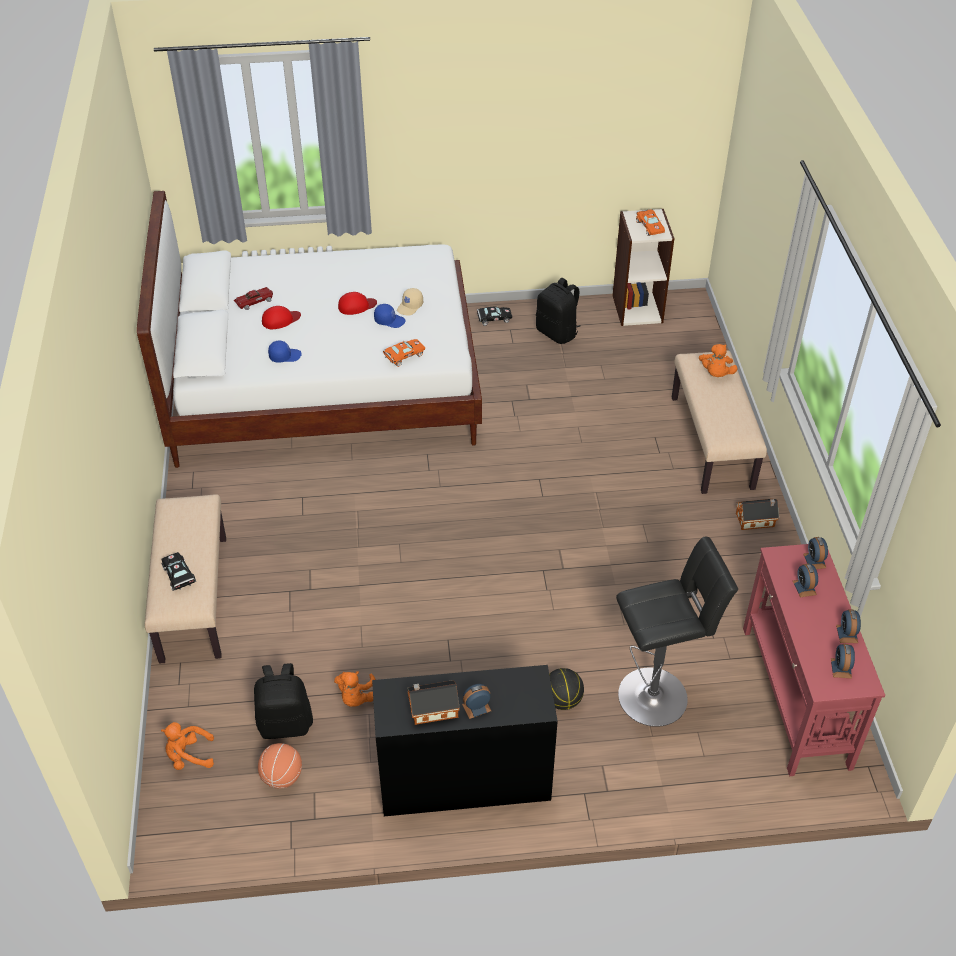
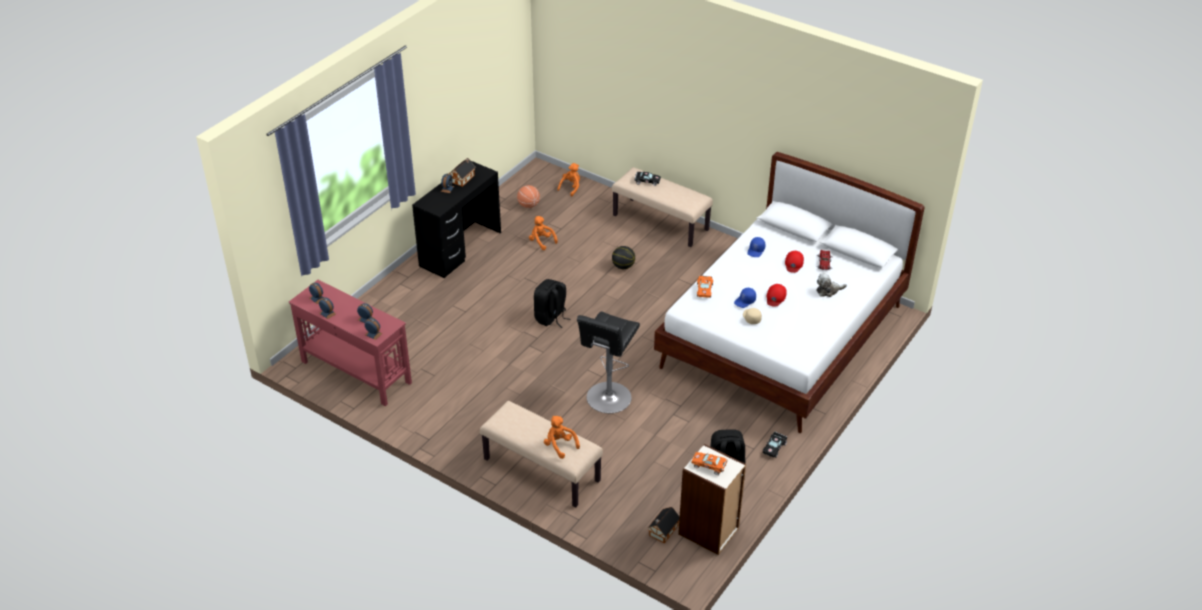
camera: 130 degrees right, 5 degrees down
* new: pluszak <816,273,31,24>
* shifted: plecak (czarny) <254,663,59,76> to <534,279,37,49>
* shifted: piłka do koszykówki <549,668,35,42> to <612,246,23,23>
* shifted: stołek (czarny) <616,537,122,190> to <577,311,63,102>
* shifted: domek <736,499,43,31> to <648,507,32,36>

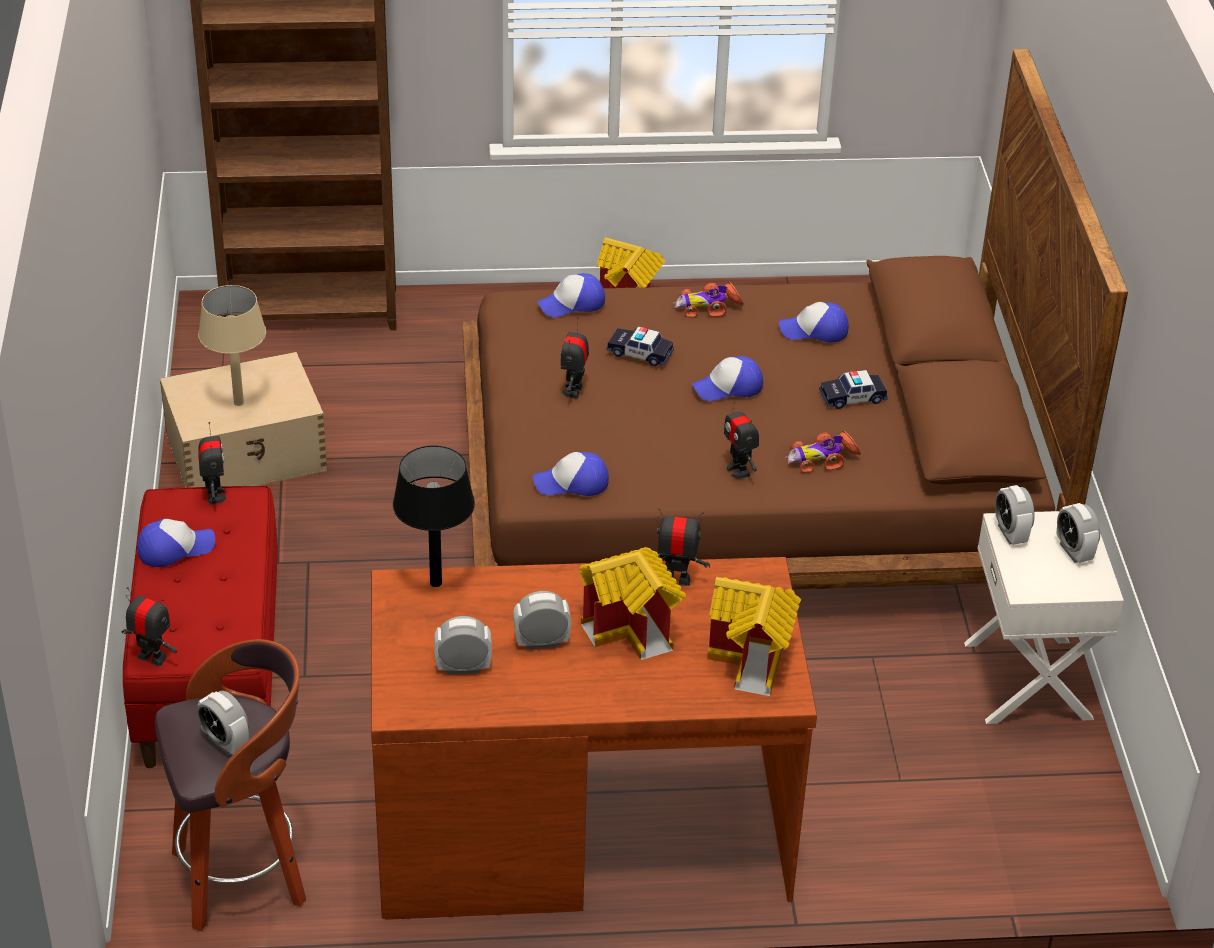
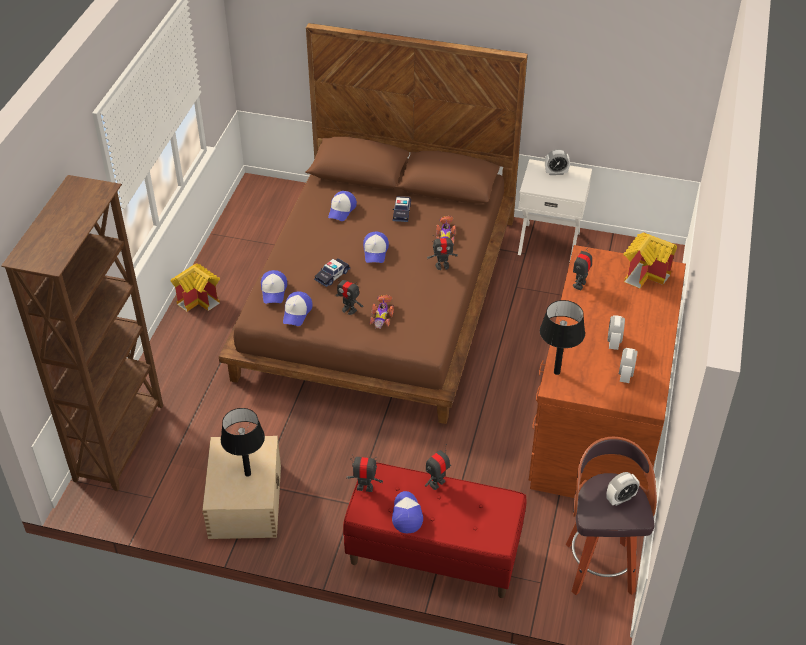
camera: 70 degrees left, 5 degrees up
* gone: domek <579,547,107,113>
* gone: budzik <995,485,40,60>
* shifted: robot zabawkowy <122,587,55,79> to <425,444,26,46>
* shifted: czapka z daszkiem <533,452,76,44> to <283,291,30,35>
* shifted: samochodzik <673,282,70,35> to <370,295,24,34>
* repainted: lampa stołowa (beżowy) <198,285,68,121> to lampa stołowa (czarny) <221,408,44,69>

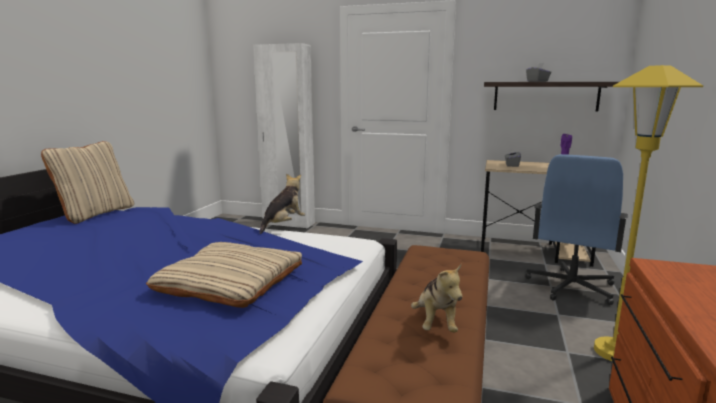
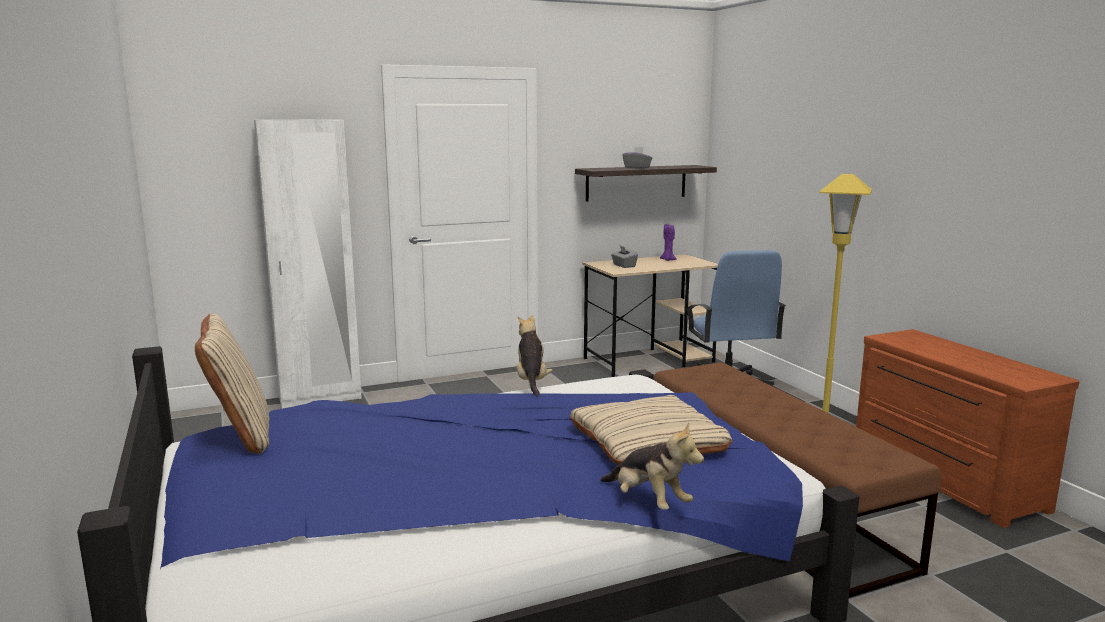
camera: 40 degrees left, 0 degrees up
* shifted: pluszak <411,264,52,69> to <600,422,104,88>

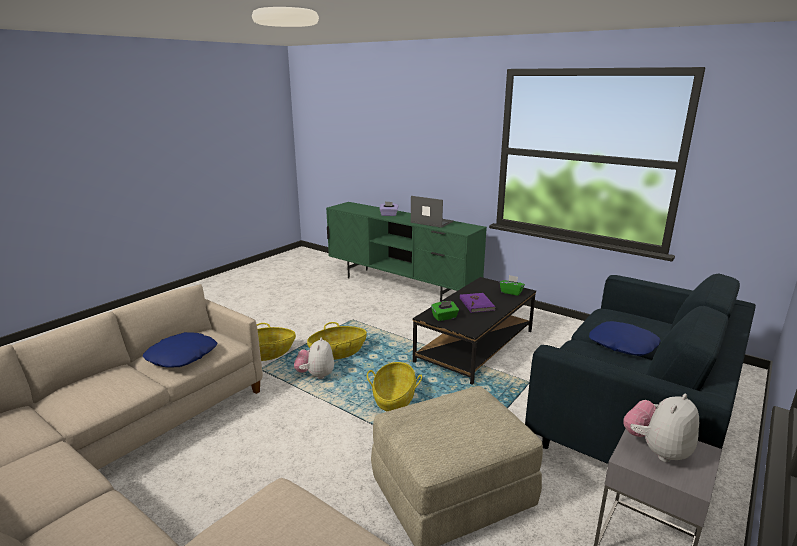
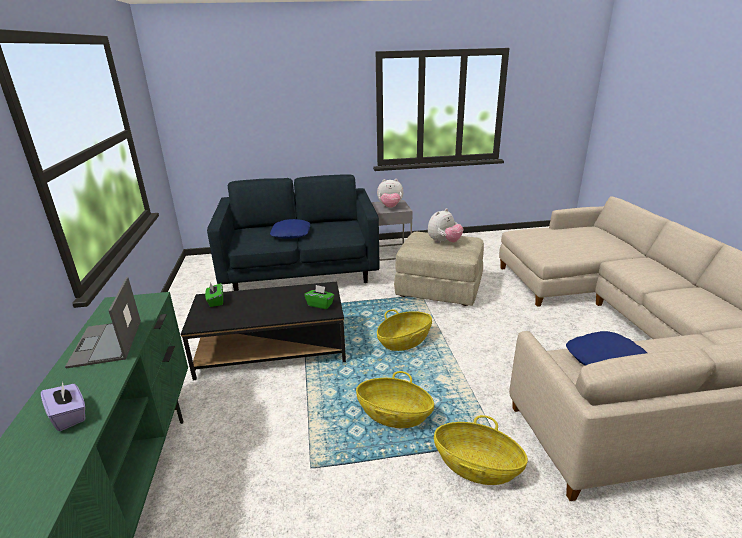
camera: 135 degrees left, 5 degrees up
* gone: książka (fioletowy) <460,293,36,20>
* shifted: pluszak <294,337,40,42> to <428,208,35,35>

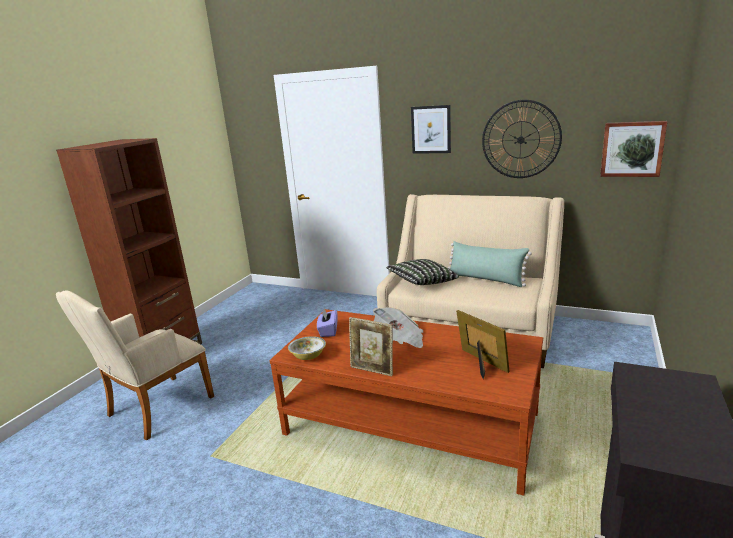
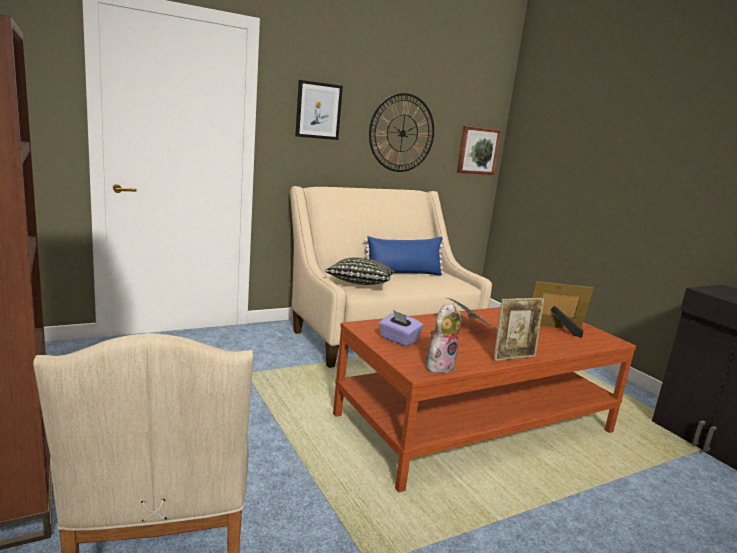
camera: 55 degrees left, 5 degrees down
* swapped: miska <288,336,38,24> to pluszak <426,303,36,70>
* repainted: poduszka (zielony) <448,241,84,46> to poduszka (niebieski) <364,236,80,40>

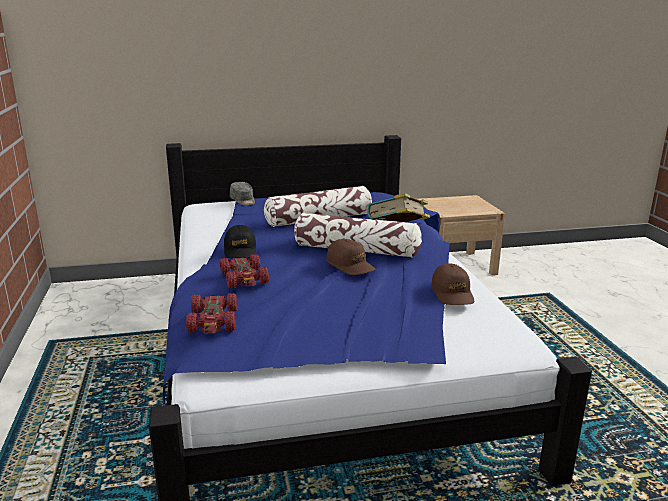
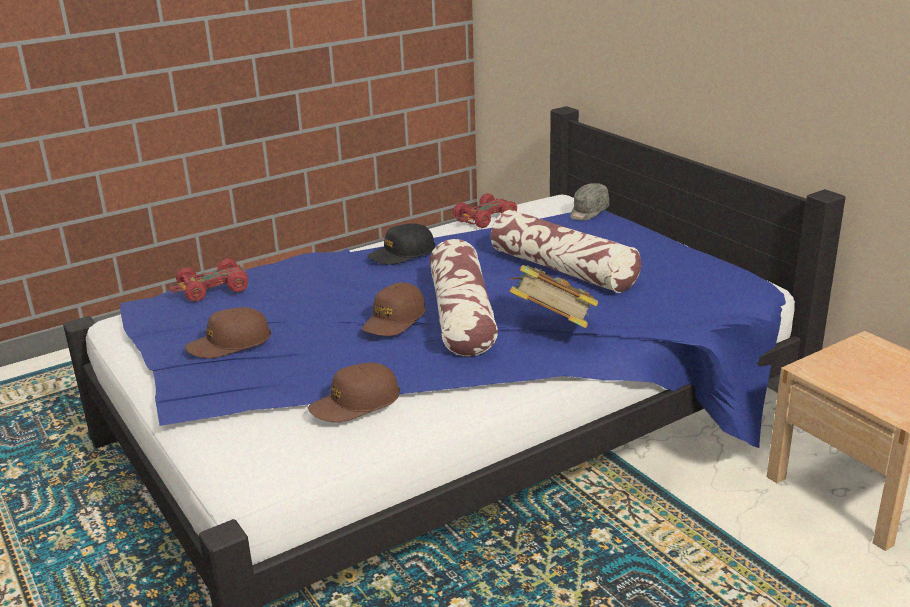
camera: 70 degrees right, 5 degrees up
* new: czapka z daszkiem (brązowy) <185,307,86,52>
* shifted: samochodzik (czerwony) <220,254,49,34> to <453,193,64,35>

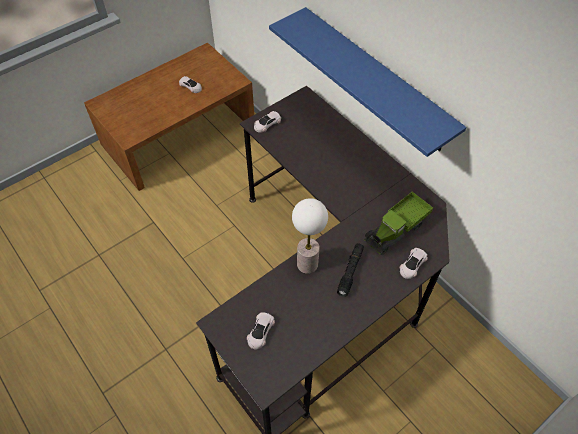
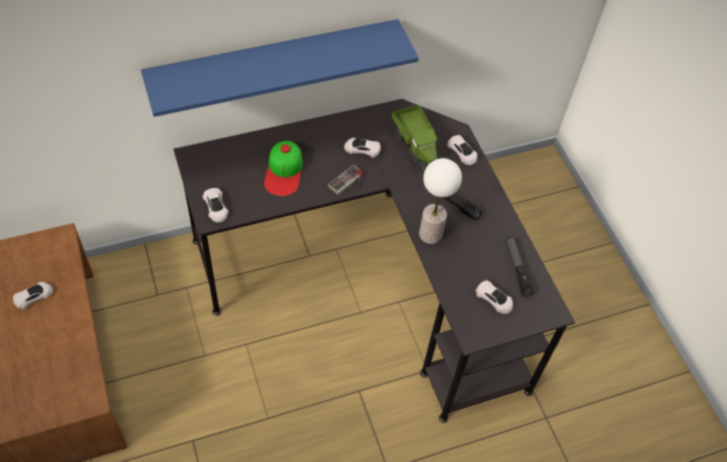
camera: 75 degrees left, 0 degrees up
* new: czapka z daszkiem <264,141,39,55>
* new: pad do gier <328,165,36,30>
* new: samochodzik (biały) <344,138,37,20>
* new: latarka <506,237,28,60>

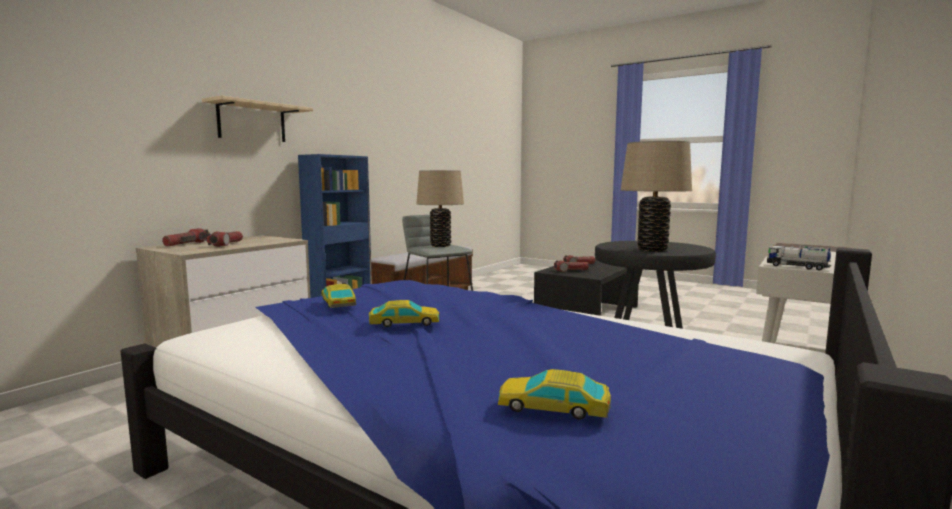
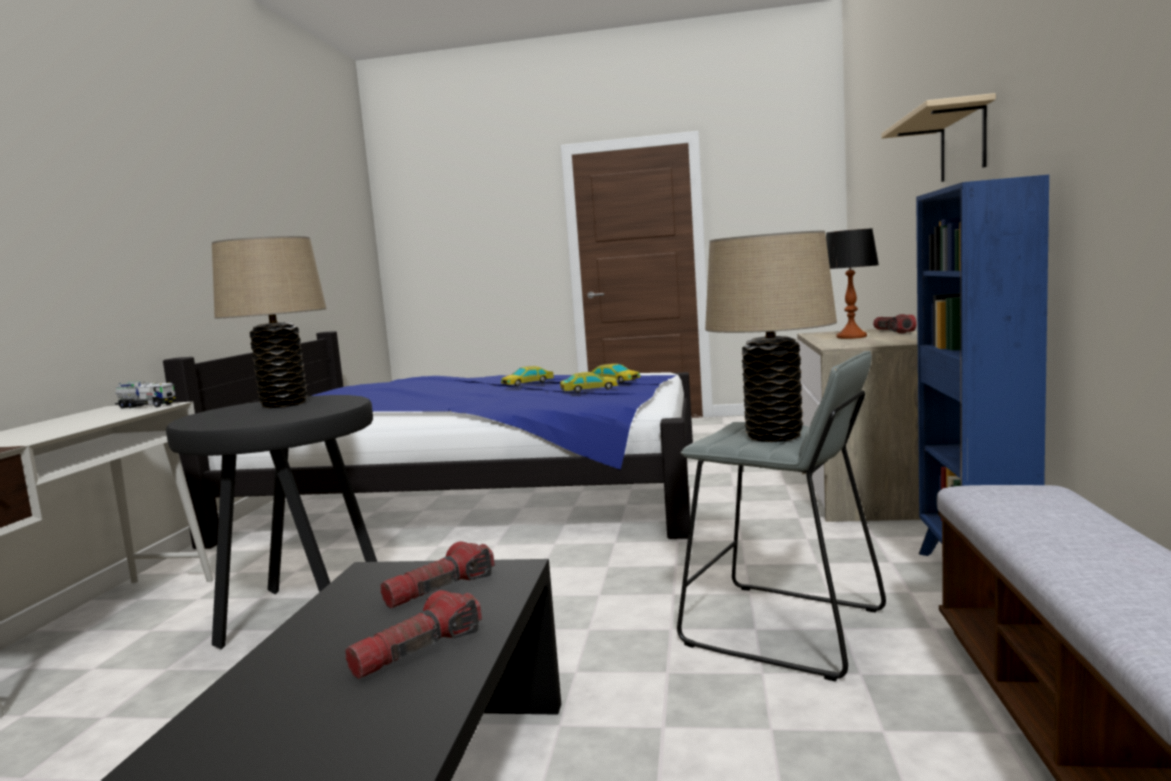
camera: 155 degrees right, 0 degrees up
* shifted: samochodzik <498,369,113,50> to <560,372,58,21>
* swapped: latarka <207,231,36,16> to lampa stołowa <826,229,53,110>

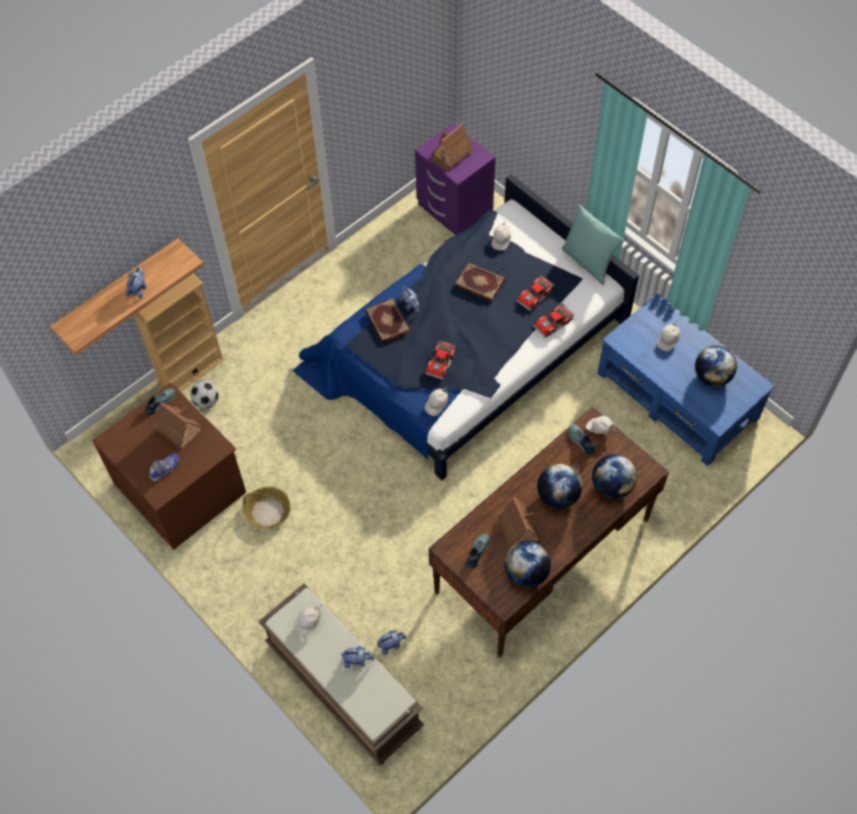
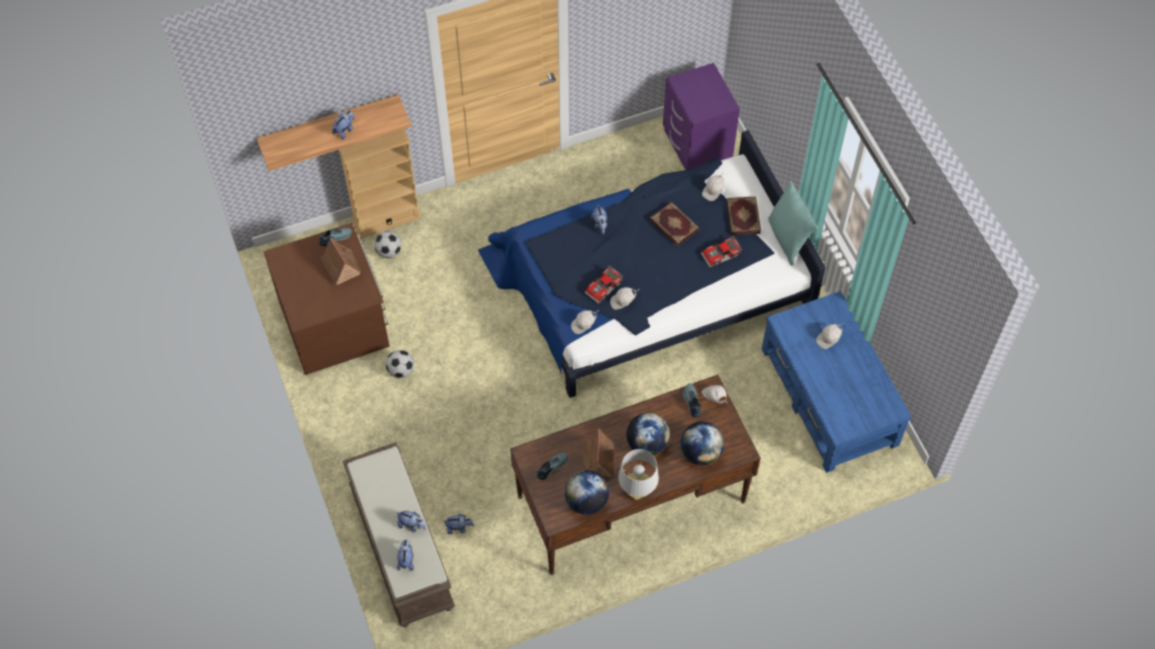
camera: 20 degrees right, 0 degrees up
* gone: but <149,453,30,29>
* gone: domek <430,123,43,49>
* gone: samochodzik <533,303,41,35>
* gone: globus <695,346,42,41>
* new: pluszak <397,540,17,31>
* new: lampa stołowa (szary) <618,449,41,51>
* shifted: czapka z daszkiem (biały) <294,605,28,31> to <610,287,29,23>
* shifted: książka <365,298,45,45> to <726,196,35,39>
* swapped: koszyk <243,487,48,42> to piłka futbolowa <386,350,28,28>

